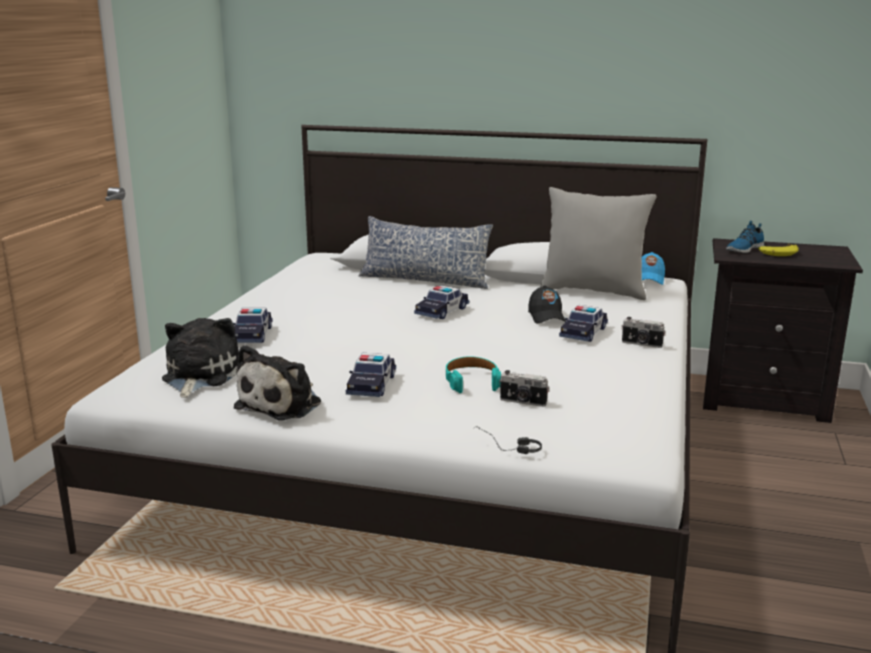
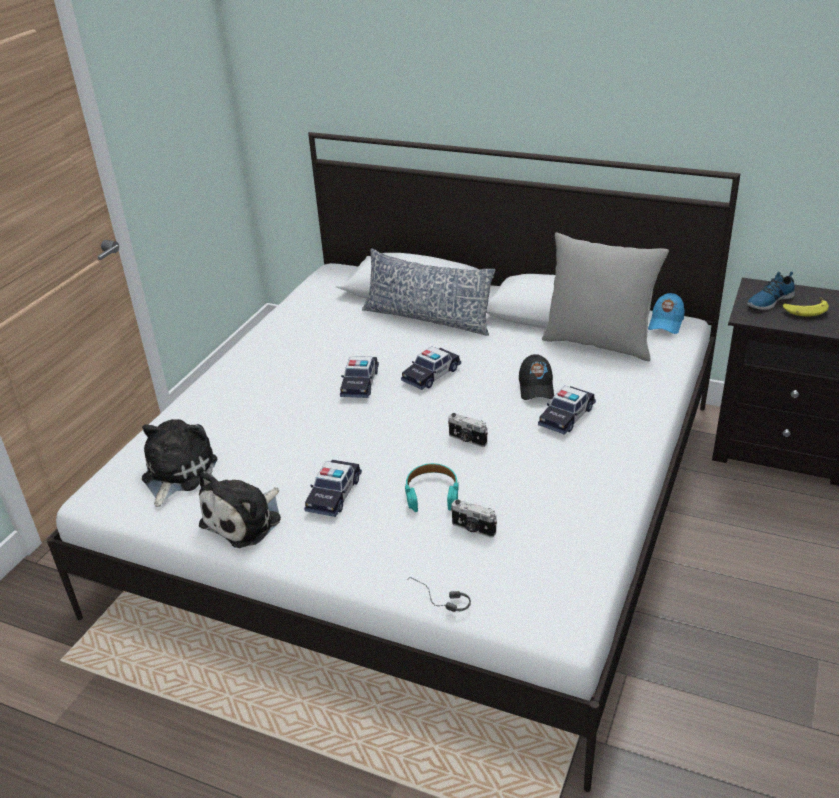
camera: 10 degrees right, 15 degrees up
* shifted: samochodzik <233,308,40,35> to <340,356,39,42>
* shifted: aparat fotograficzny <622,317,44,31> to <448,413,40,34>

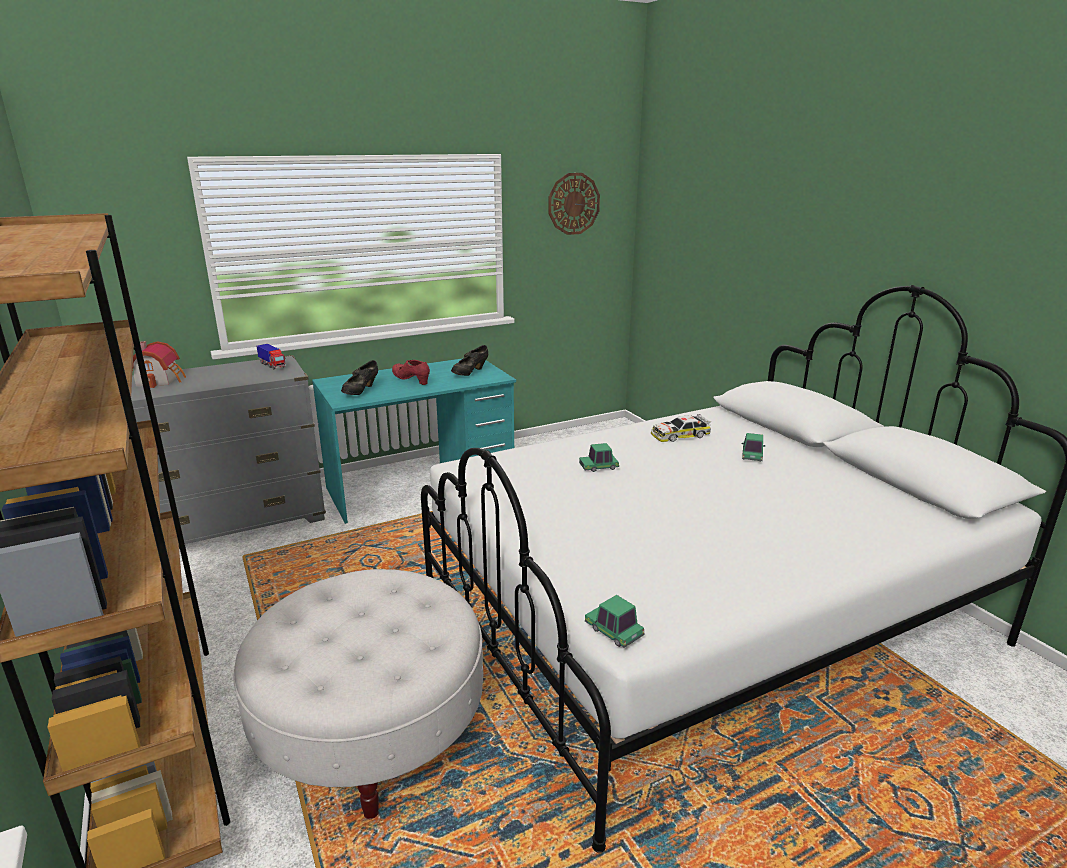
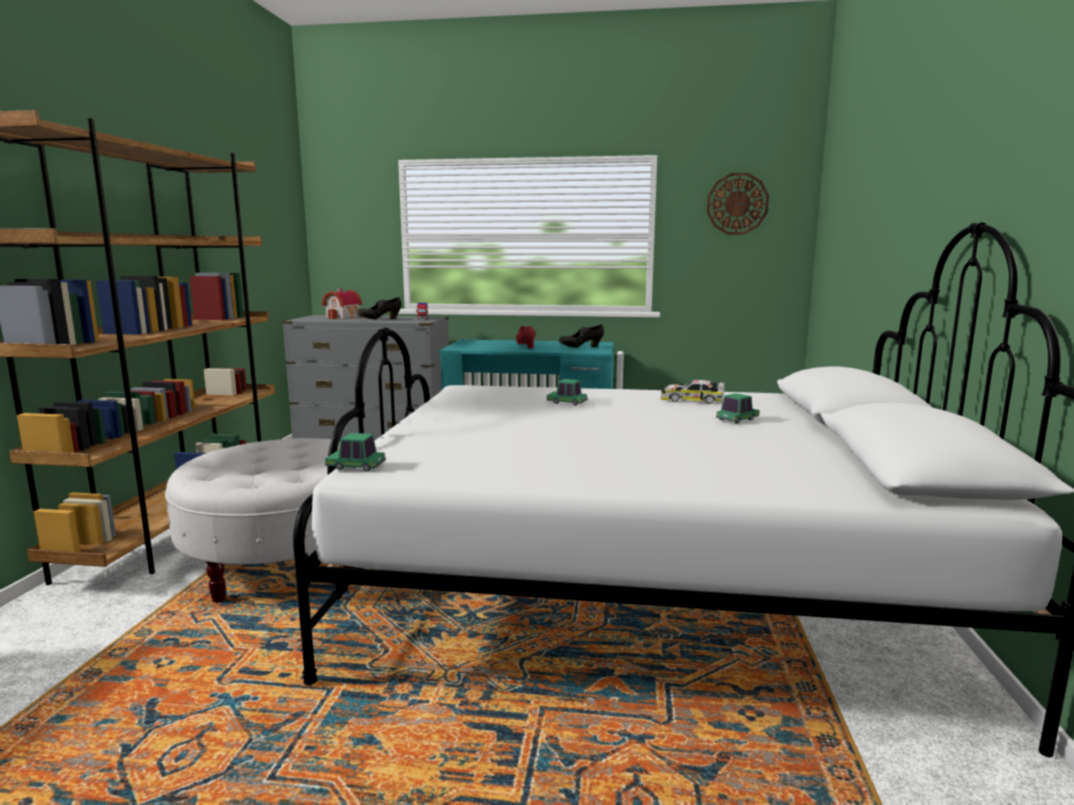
camera: 35 degrees right, 10 degrees down
* shifted: but (czarny) <341,360,37,35> to <357,297,45,22>
* rotated: samochodzik <585,595,60,53> = <325,433,61,39> 75 degrees counterclockwise

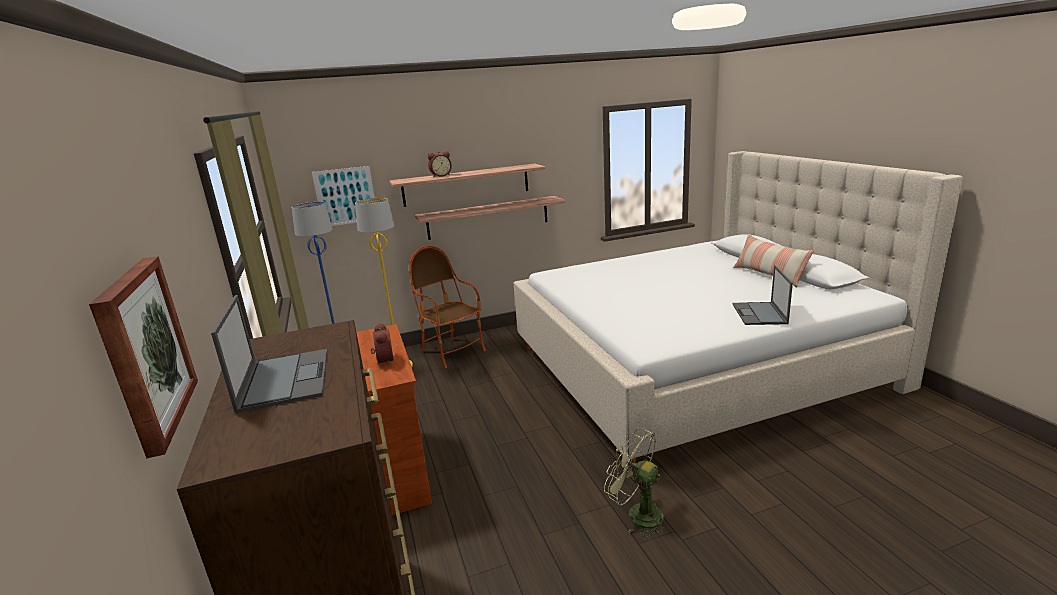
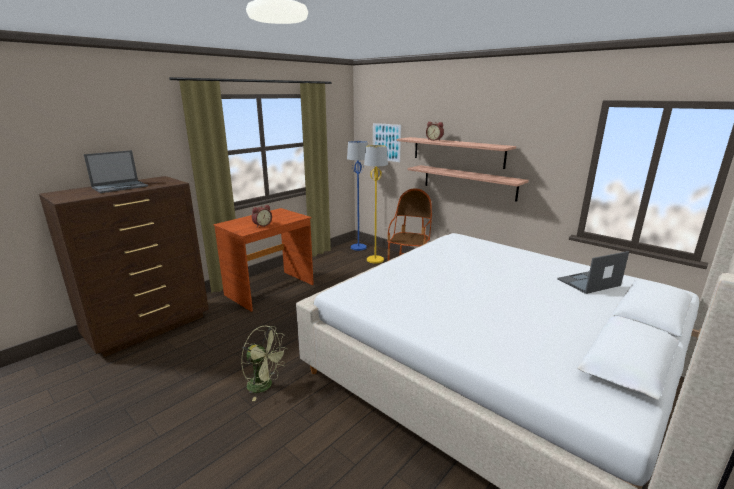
camera: 60 degrees right, 0 degrees up
* gone: obraz <89,256,109,203>
* gone: poduszka <733,234,81,54>
* shifted: laptop <732,265,61,60> to <557,251,72,43>
* rotated: wentylator (zielony) <604,427,65,111> = <241,326,47,75> 105 degrees clockwise

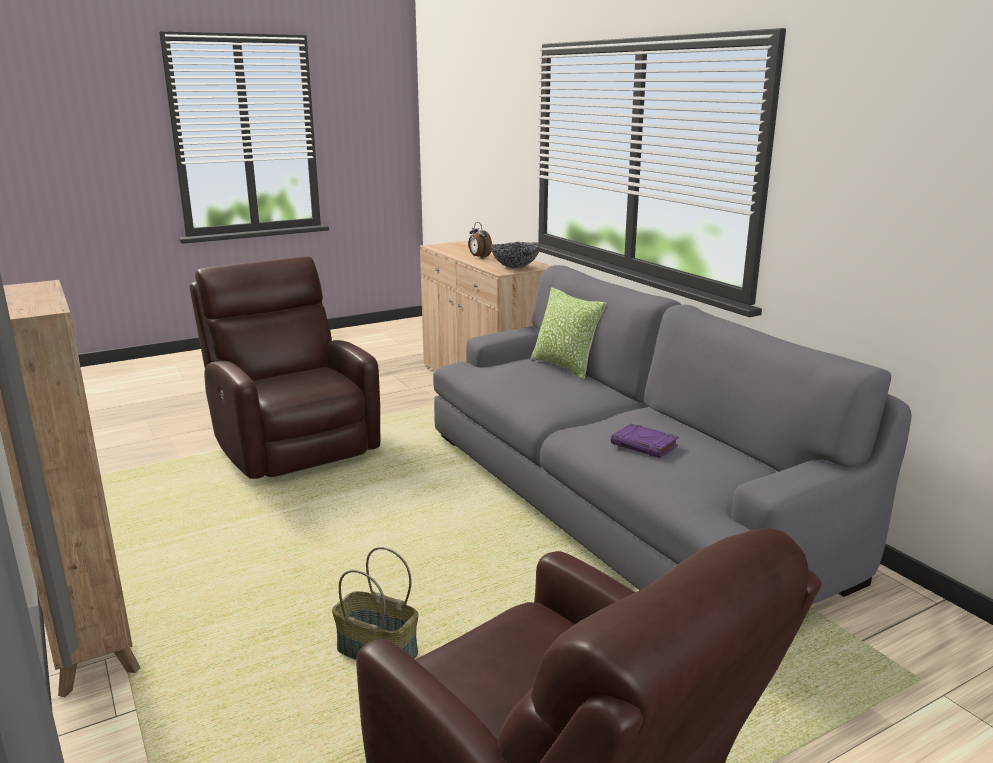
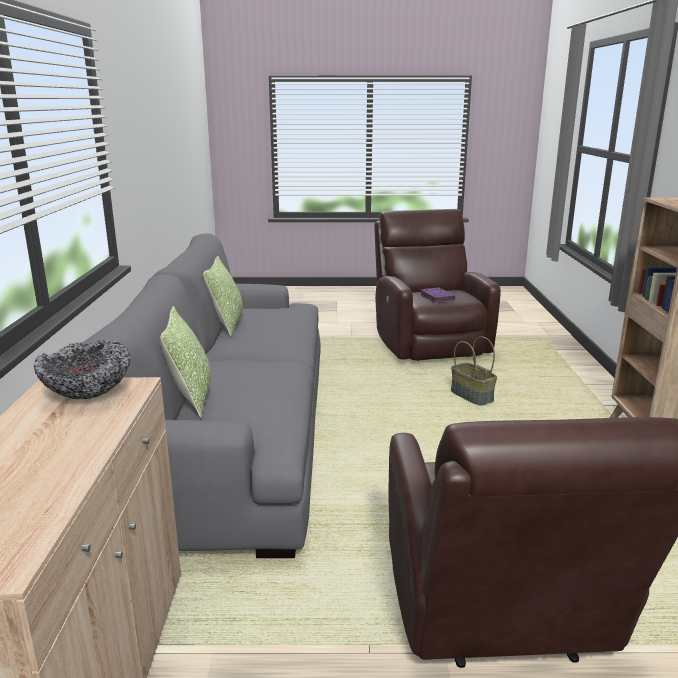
camera: 150 degrees left, 0 degrees up
* gone: budzik <468,222,24,37>
* new: poduszka <203,256,40,81>
* shifted: książka (fioletowy) <611,423,68,35> to <420,287,35,16>

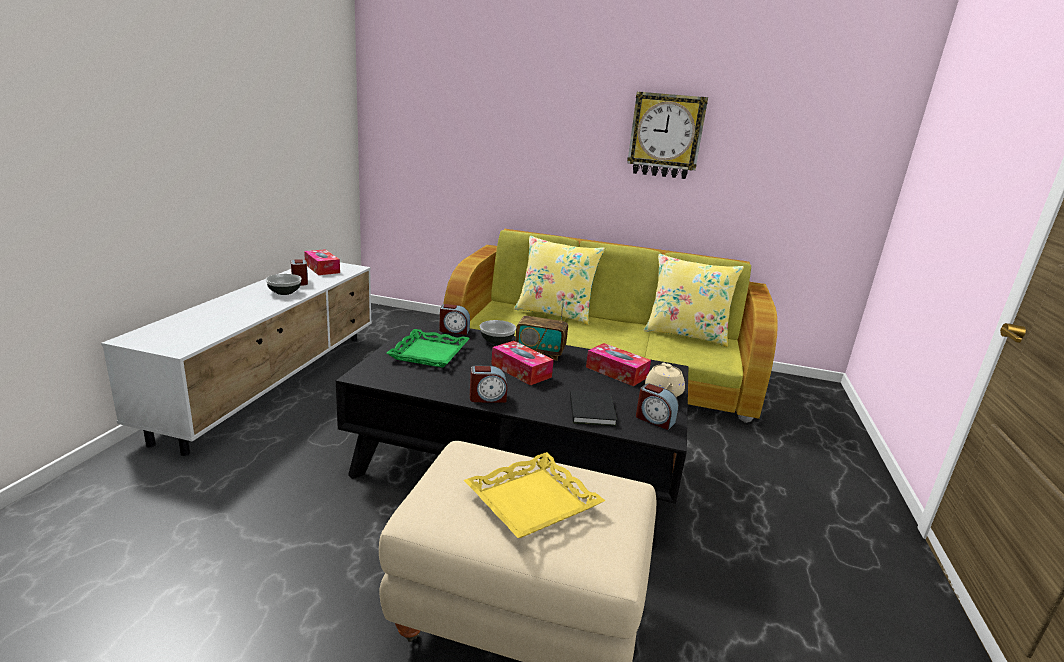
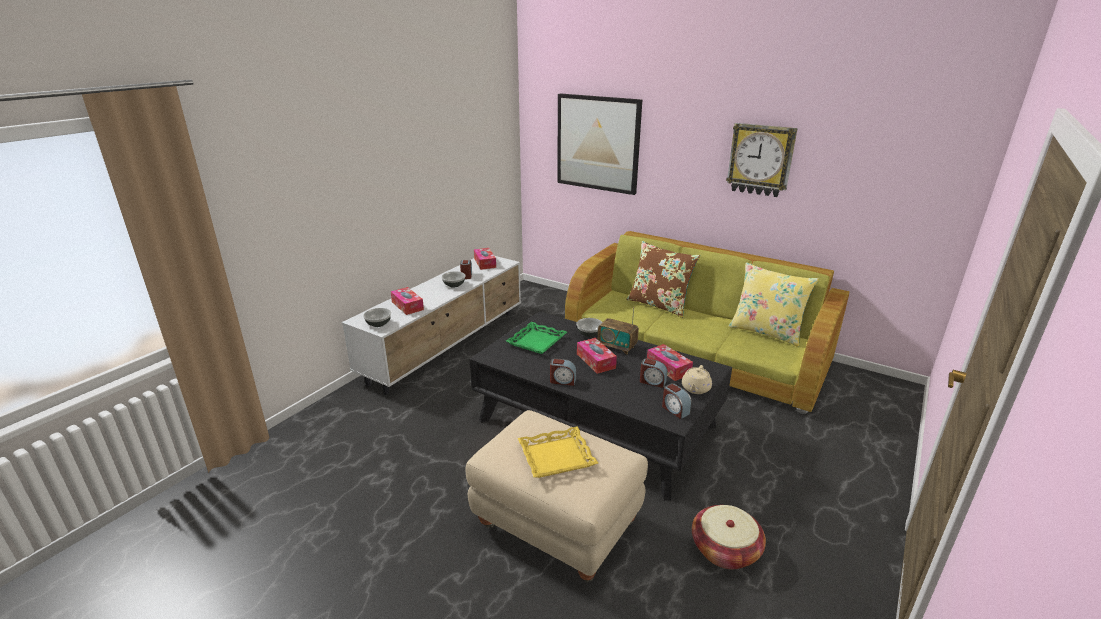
camera: 20 degrees right, 5 degrees up
* gone: książka (czarny) <570,390,47,36>
* new: miska <363,308,28,19>
* new: pudełko chusteczek <391,287,33,28>
* new: obraz <557,93,85,102>
* new: koszyk <692,505,74,64>
* shifted: budzik <439,304,31,31> to <640,358,27,30>
* repainted: poduszka (żółty) <514,236,91,89> to poduszka (brązowy) <627,241,73,77>

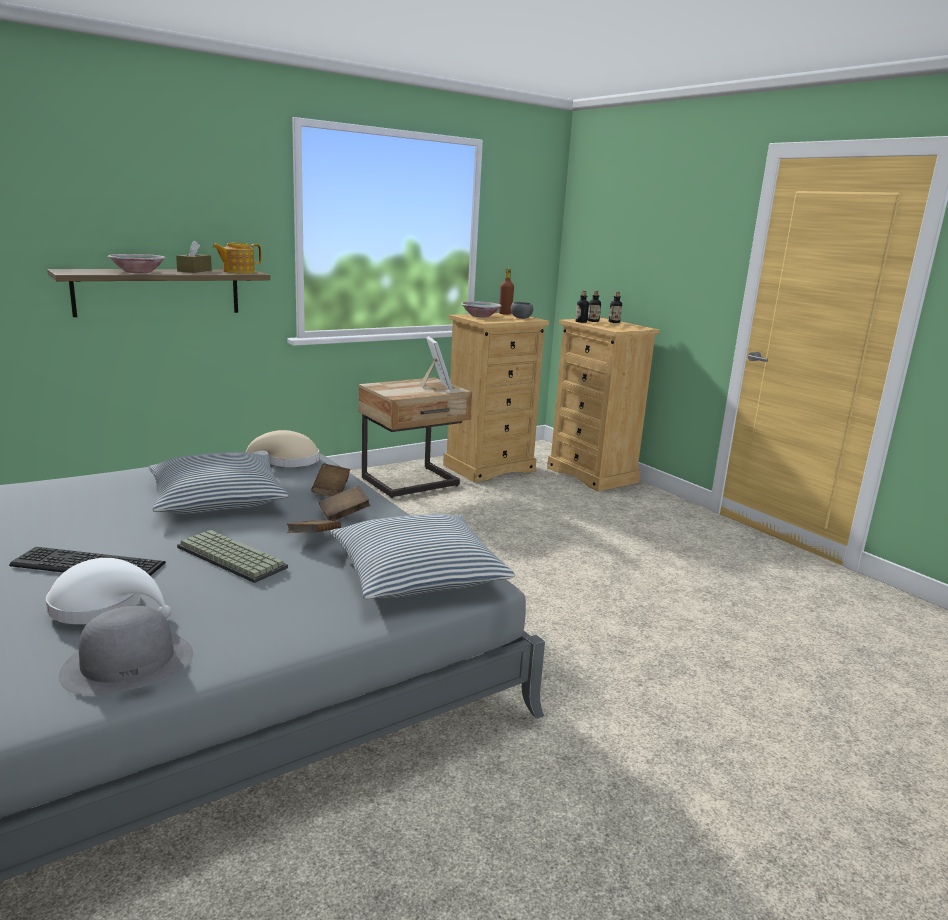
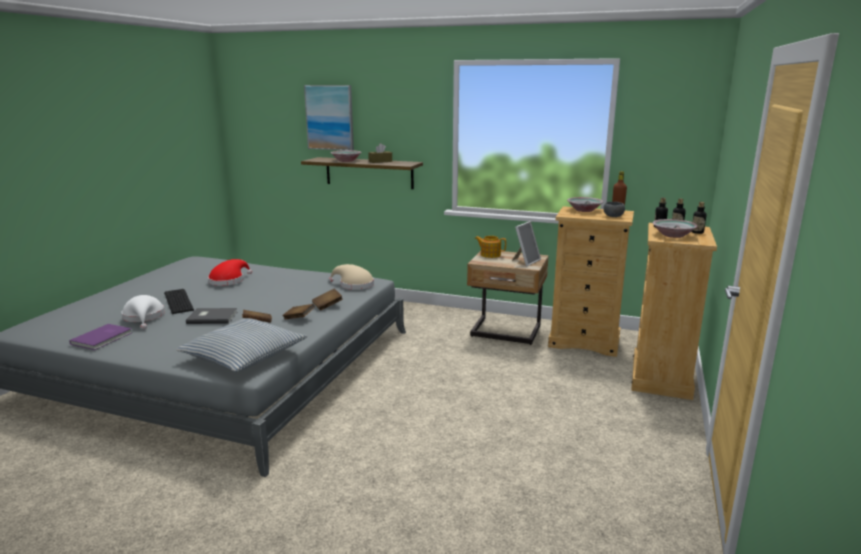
camera: 55 degrees right, 0 degrees up
* gone: poduszka <149,452,139,62>
* new: kapelusz (czerwony) <208,259,44,27>
* new: obraz <304,85,50,65>
* new: miska <653,219,45,19>
* shifted: imbryk <212,243,49,30> to <475,236,31,22>
* swapped: kapelusz (szary) <59,606,134,89> to książka (fioletowy) <69,324,63,26>
* swapped: klawiatura <177,530,111,53> to książka (szary) <186,308,51,16>

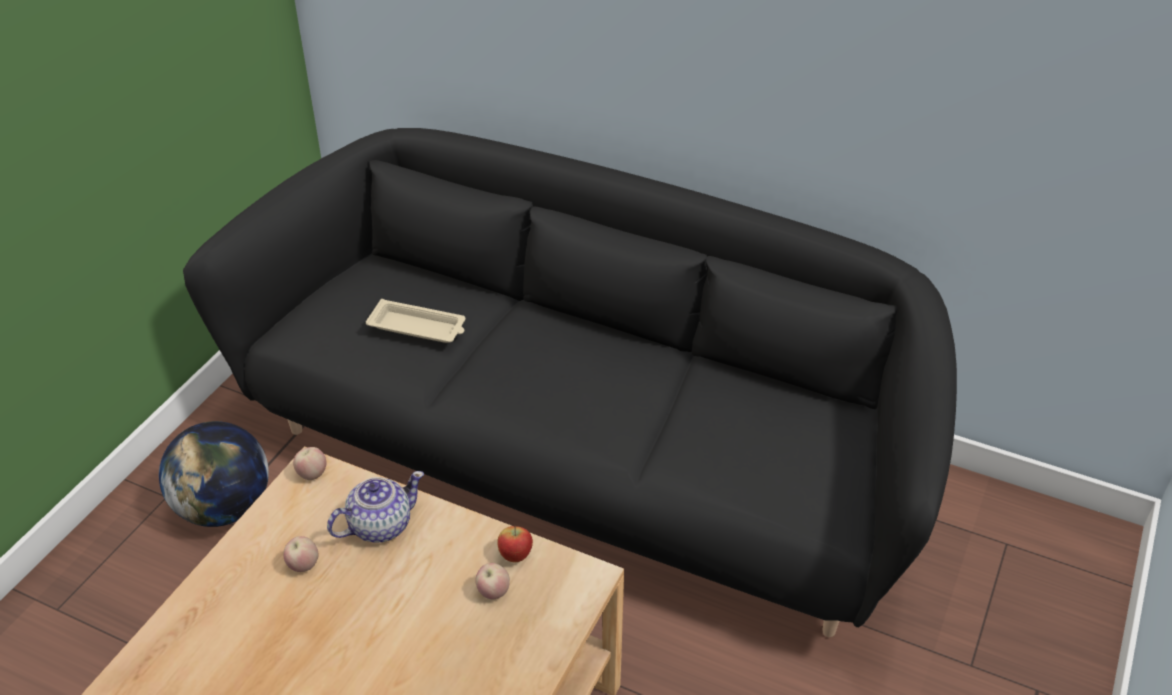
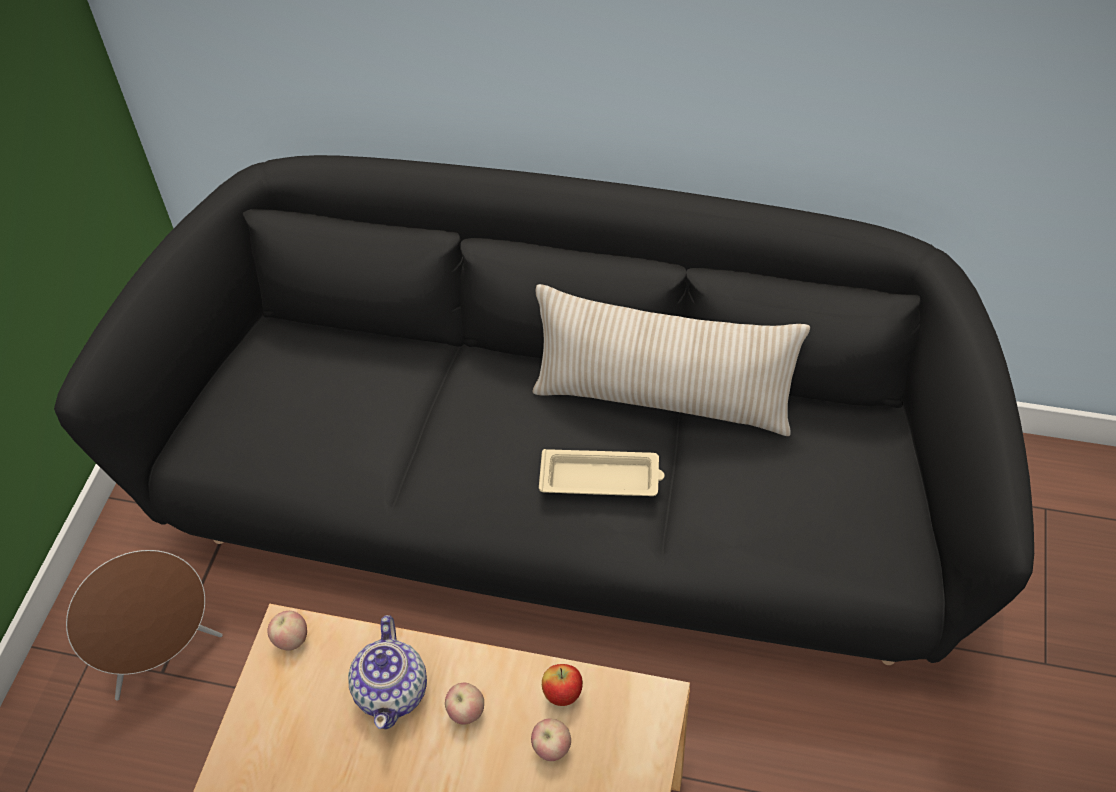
camera: 10 degrees left, 10 degrees up
* new: poduszka (beżowy) <533,284,277,152>
* shifted: jabłko <283,536,36,36> to <445,683,39,41>
* shifted: taca (beżowy) <366,299,100,44> to <539,449,126,47>
* swapped: globus <159,421,110,106> to głośnik (brązowy) <66,550,157,151>
* rotated: imbryk <327,471,97,72> = <348,615,79,114> 135 degrees clockwise

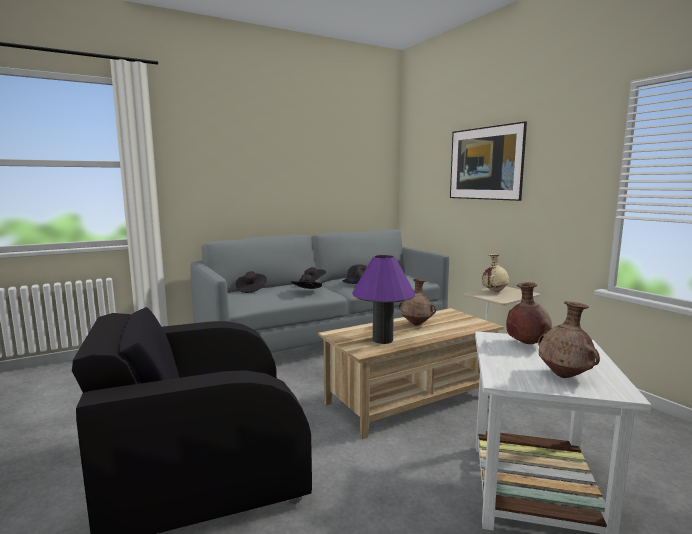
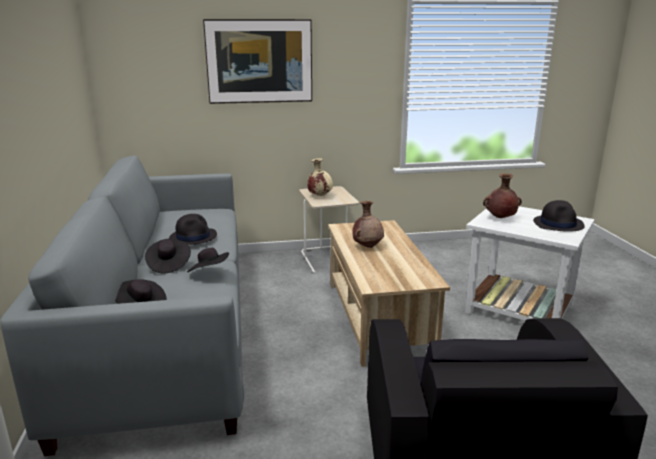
camera: 70 degrees left, 10 degrees up
* gone: lampa stołowa (fioletowy) <352,255,63,89>
* swapped: wazon (brązowy) <538,301,62,77> to kapelusz (czarny) <533,200,52,32>

